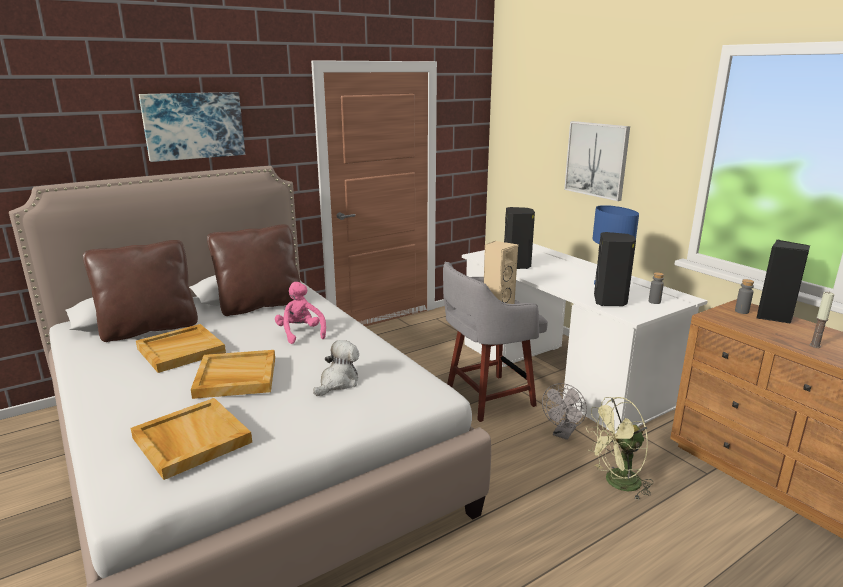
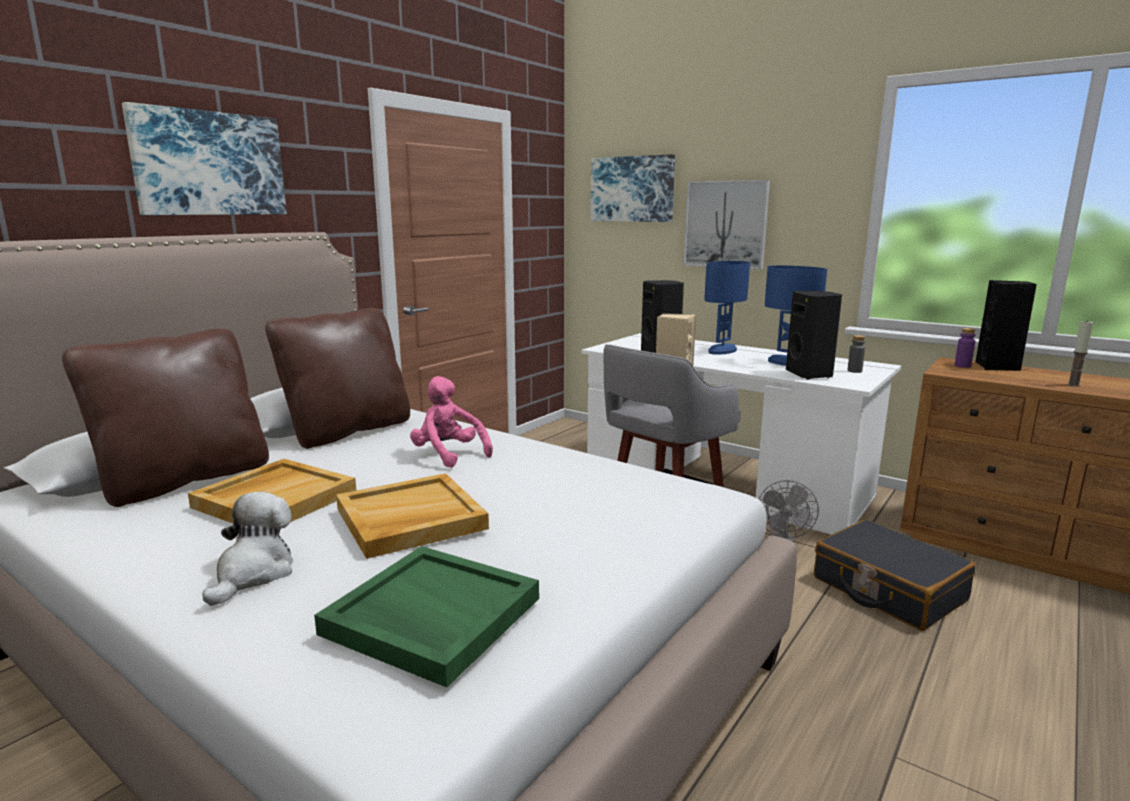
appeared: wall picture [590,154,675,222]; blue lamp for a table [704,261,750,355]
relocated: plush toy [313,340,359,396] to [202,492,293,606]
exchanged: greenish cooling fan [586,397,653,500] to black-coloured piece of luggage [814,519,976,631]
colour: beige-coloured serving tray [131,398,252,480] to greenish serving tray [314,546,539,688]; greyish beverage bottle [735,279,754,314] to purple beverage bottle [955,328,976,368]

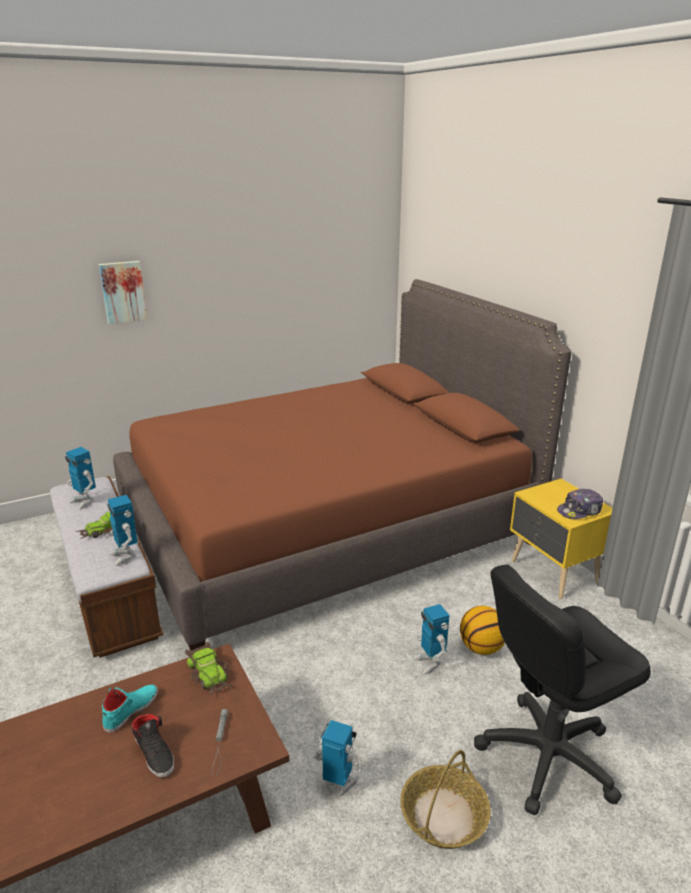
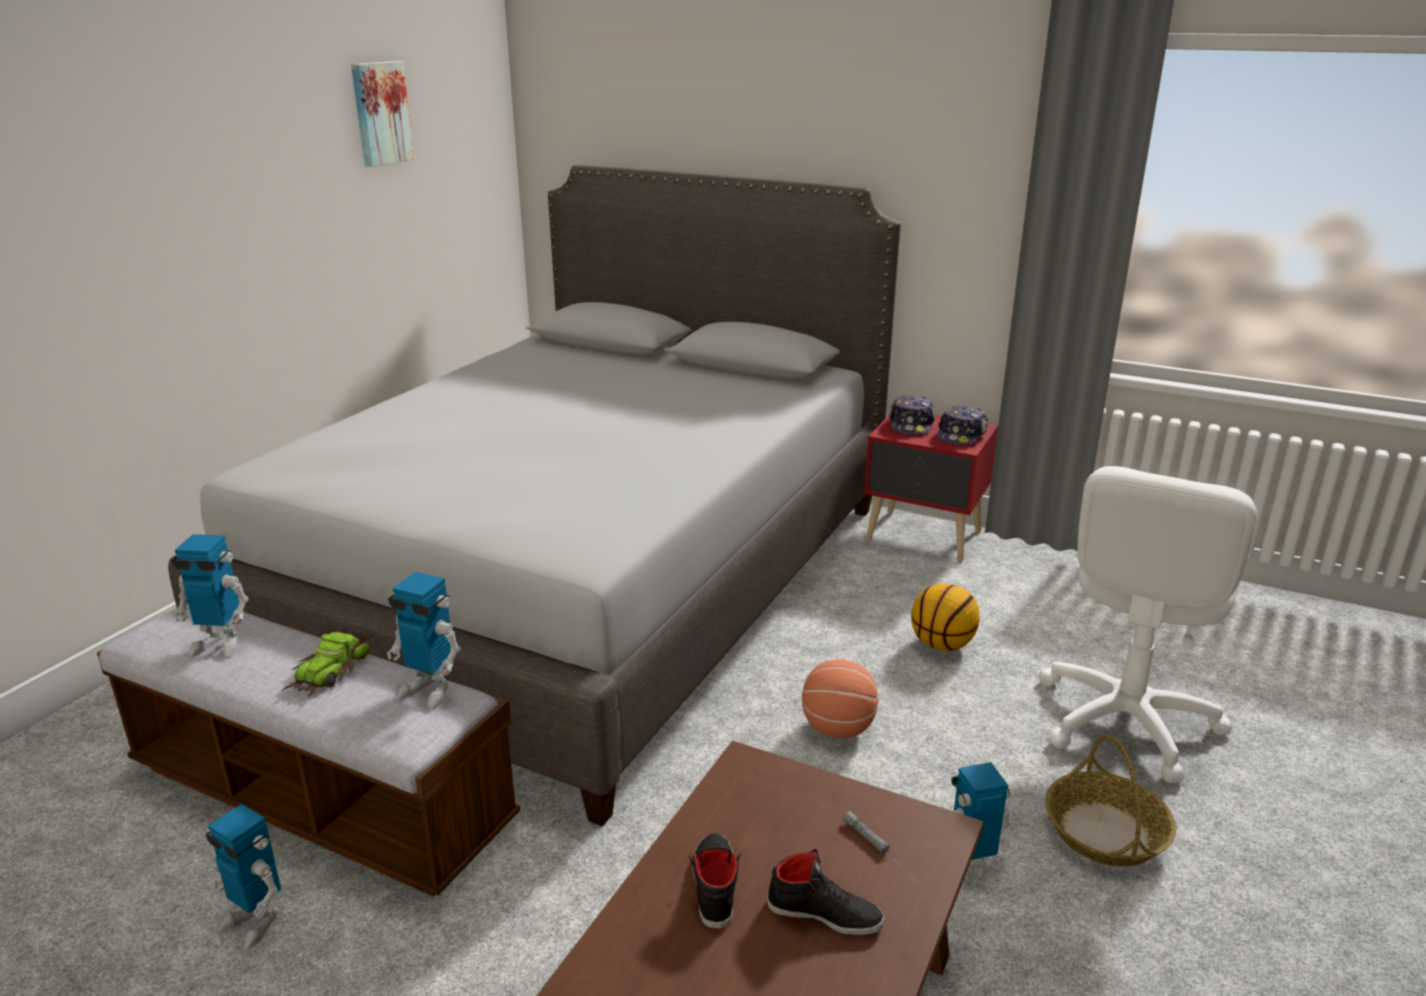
missing: miniature car [185,642,231,696]
appeared: basketball ball [802,659,878,739]; baseball cap [889,394,935,435]
relocated: wall picture [99,261,148,324] to [351,61,415,167]; toy robot [413,604,450,675] to [206,804,282,950]
colour: blue-green low shoe [102,685,158,733] to black-coloured low shoe [689,833,741,929]; brown sleeping bed [113,279,572,651] to greyish sleeping bed [168,165,901,827]; black-coloured computer chair [474,564,651,815] to white computer chair [1039,466,1257,783]; yellowish bedside table [510,479,612,599] to reddish bedside table [864,415,998,561]

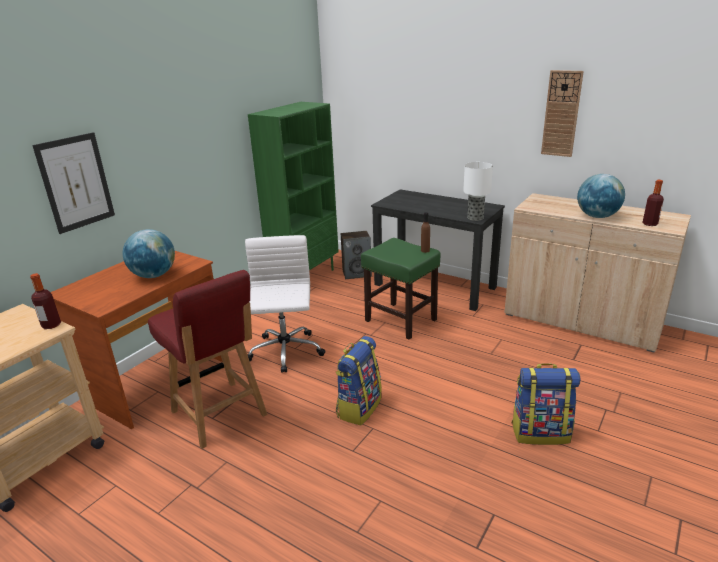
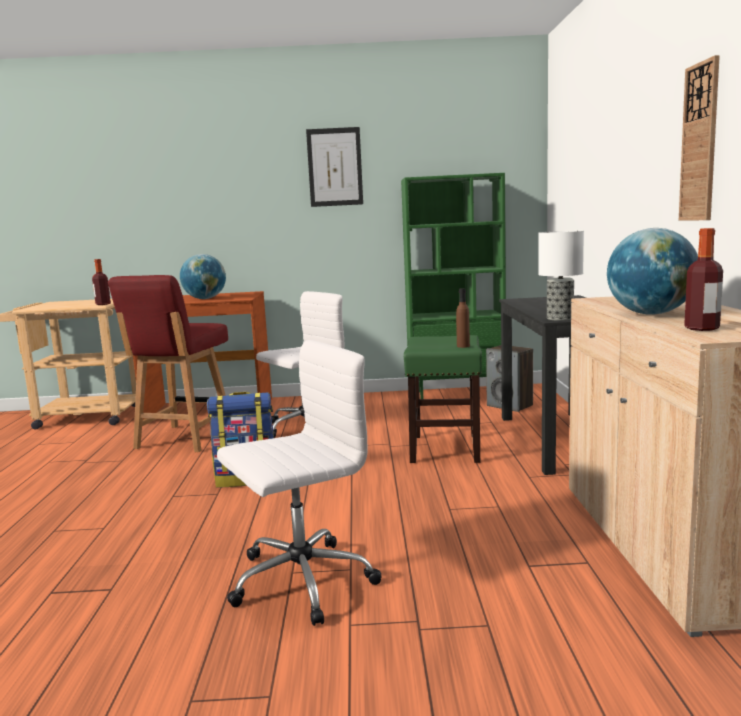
relocated: wall picture [32,132,115,234] to [306,127,363,207]
exchanged: rucksack [511,363,580,445] to white computer chair [217,340,381,626]

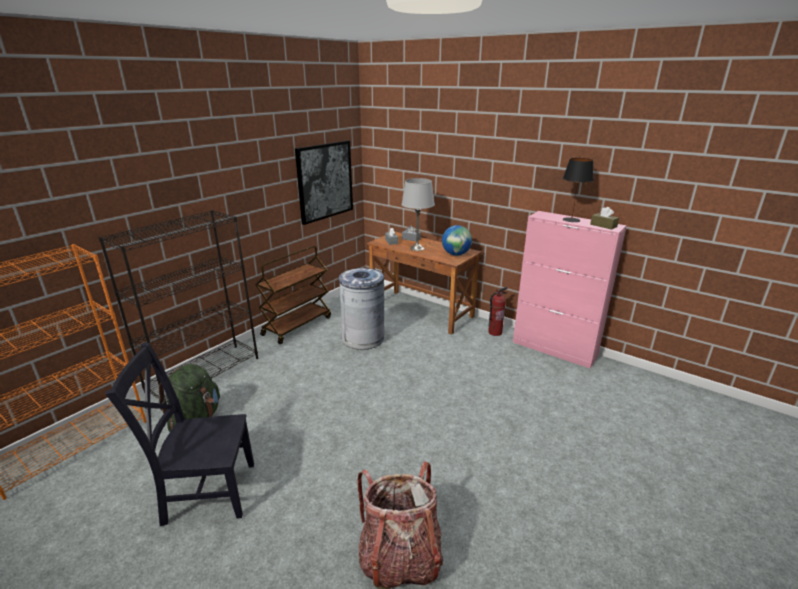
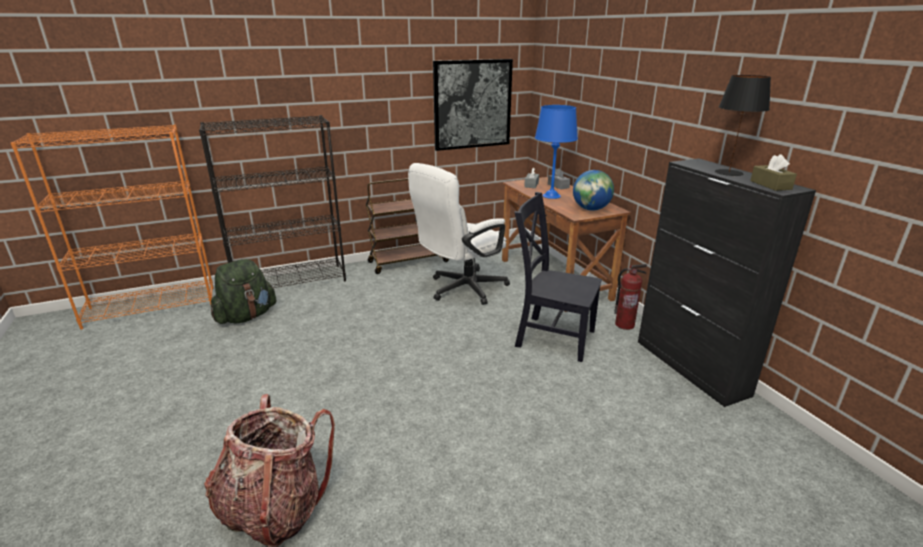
relocated: black-coloured chair [105,343,254,526] to [514,192,602,362]
exchanged: greyish rubbish bin [339,268,385,350] to white computer chair [408,163,510,305]
colour: greyish lamp for a table [401,178,435,251] to blue lamp for a table [535,105,578,199]; pinkish cupboard [513,211,627,368] to black-coloured cupboard [638,158,816,407]

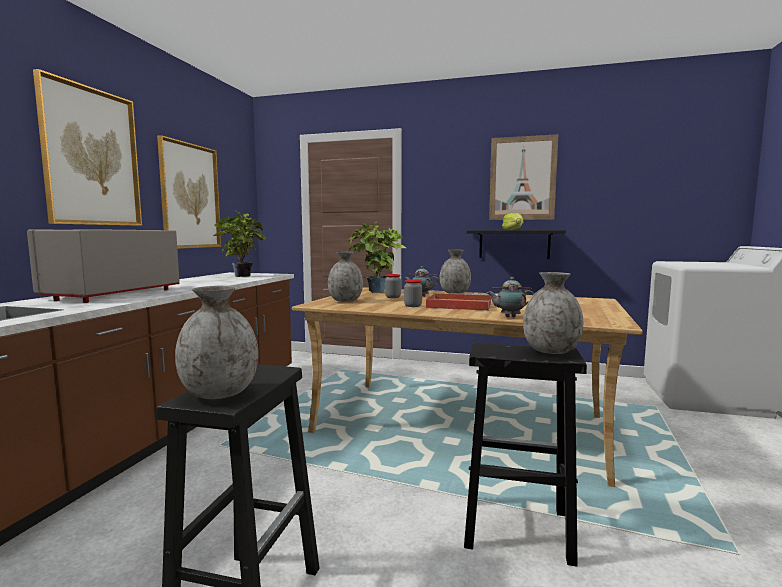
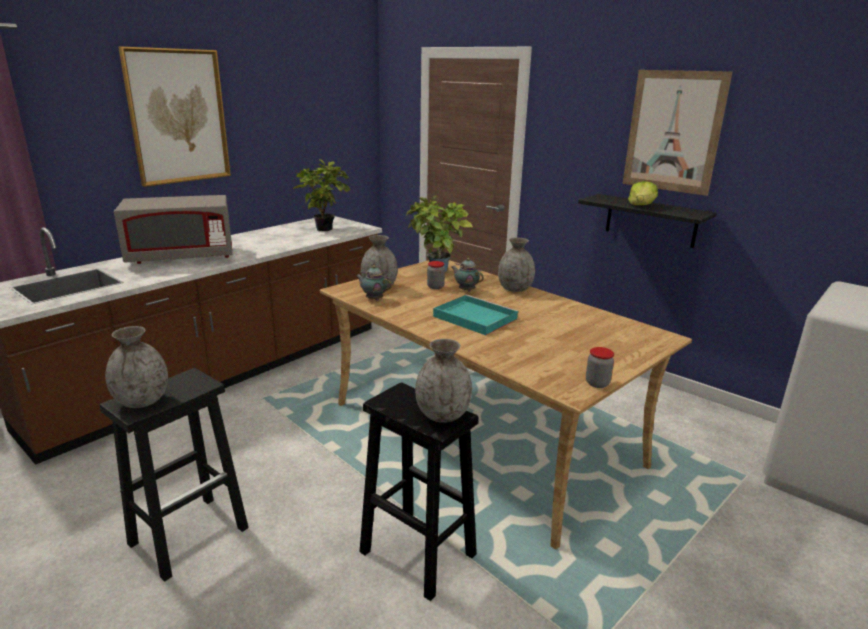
missing: wall picture [157,135,221,249]
relocated: jar [404,279,422,307] to [586,347,614,388]; teapot [487,277,534,317] to [356,265,392,300]
colour: reddish serving tray [426,293,491,311] to blue-green serving tray [433,295,519,335]
spun: greyish microwave oven [27,229,180,303] = [114,195,232,264] 150 degrees counterclockwise

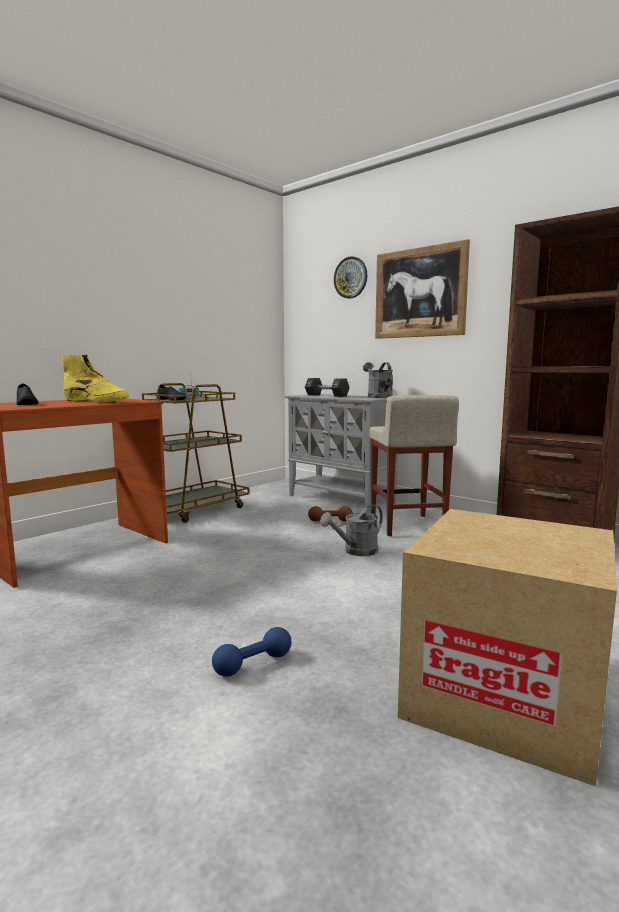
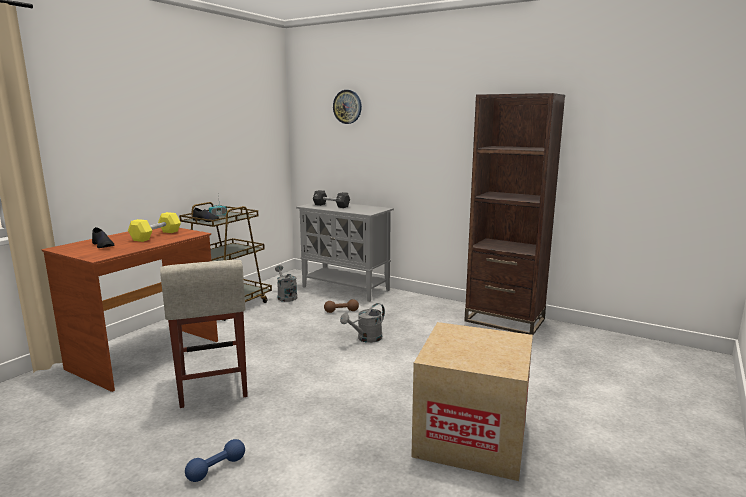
missing: wall picture [375,239,470,339]
relocated: blue hand weight [212,627,291,677] to [185,439,245,482]; greyish watering pot [363,362,393,398] to [275,265,297,302]; beige-coloured stool seat [369,395,459,536] to [160,260,248,408]
exchanged: yellowish tall boot [62,355,129,402] to yellowish hand weight [128,212,181,242]

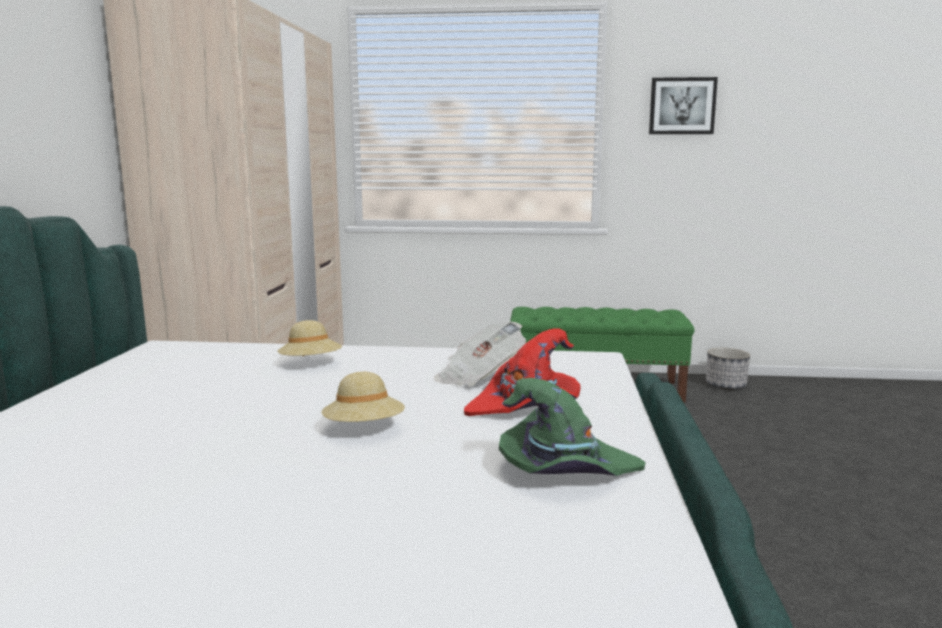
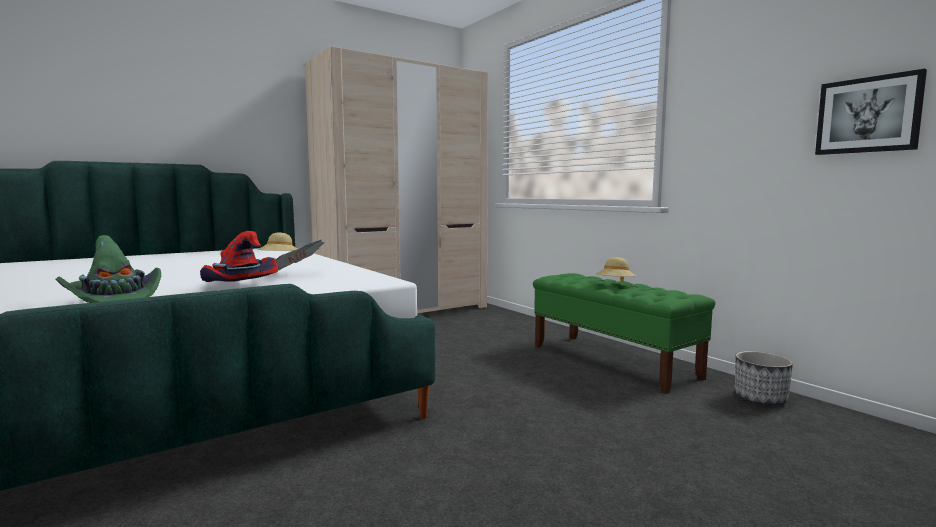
relocated: beige-coloured wearable hat [321,372,405,422] to [596,257,636,282]; wall picture [649,77,718,134] to [815,69,927,155]

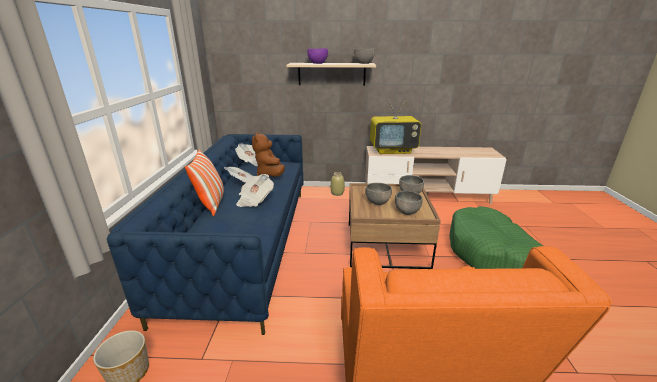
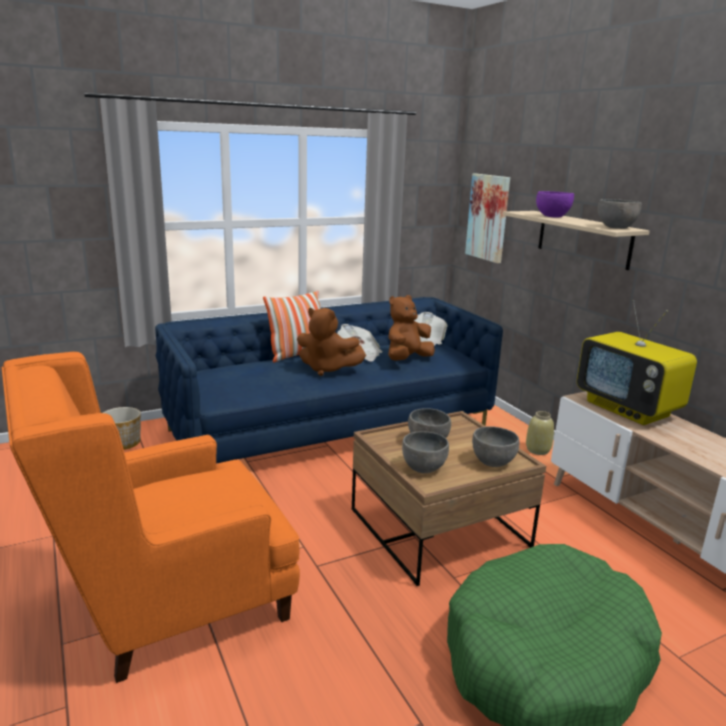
appeared: wall picture [465,173,510,263]
exchanged: newspaper [236,174,274,207] to brown plush toy [297,308,366,376]

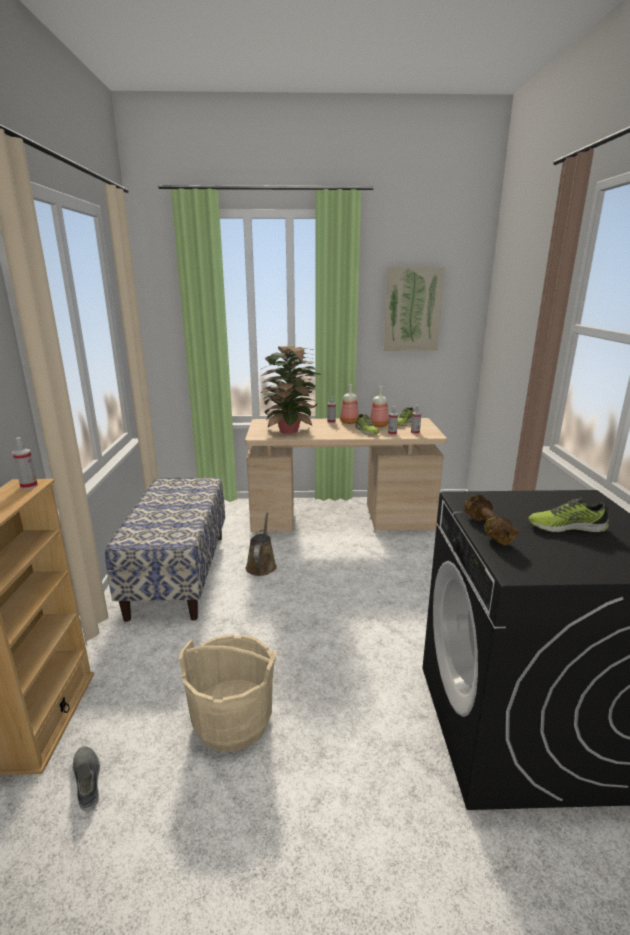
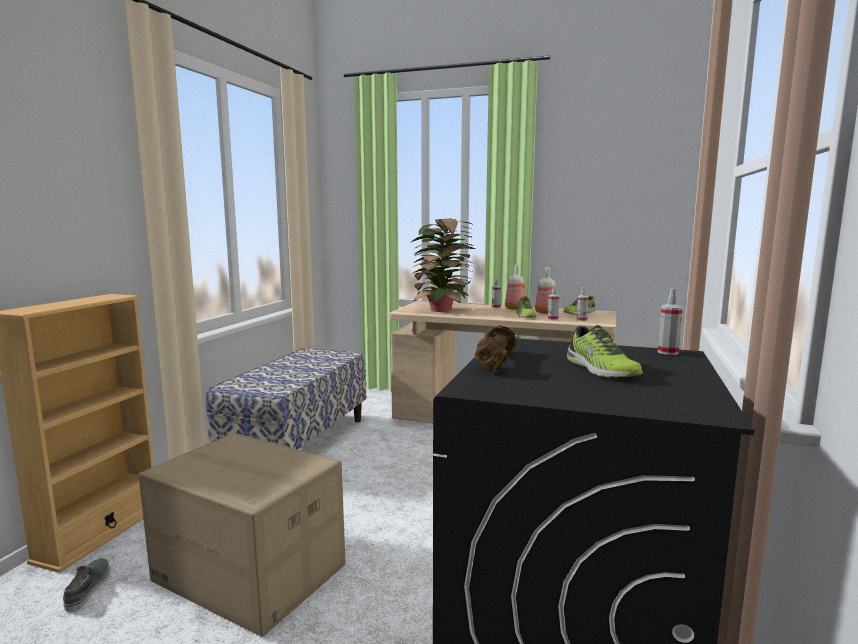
missing: brown watering pot [246,512,277,576]; wall picture [384,267,445,351]
relocated: sprayer [12,437,38,489] to [658,289,683,355]
exchanged: beige-coloured pail [179,634,277,752] to packing box [138,433,345,637]
spun: low shoe [528,498,608,532] = [567,325,643,377] 135 degrees counterclockwise

